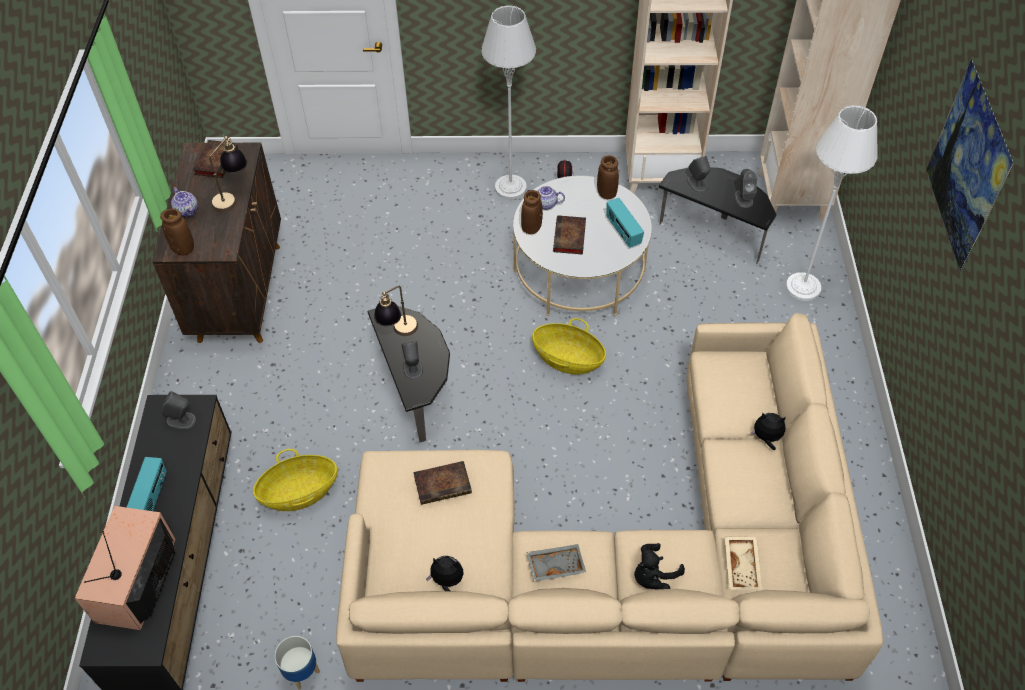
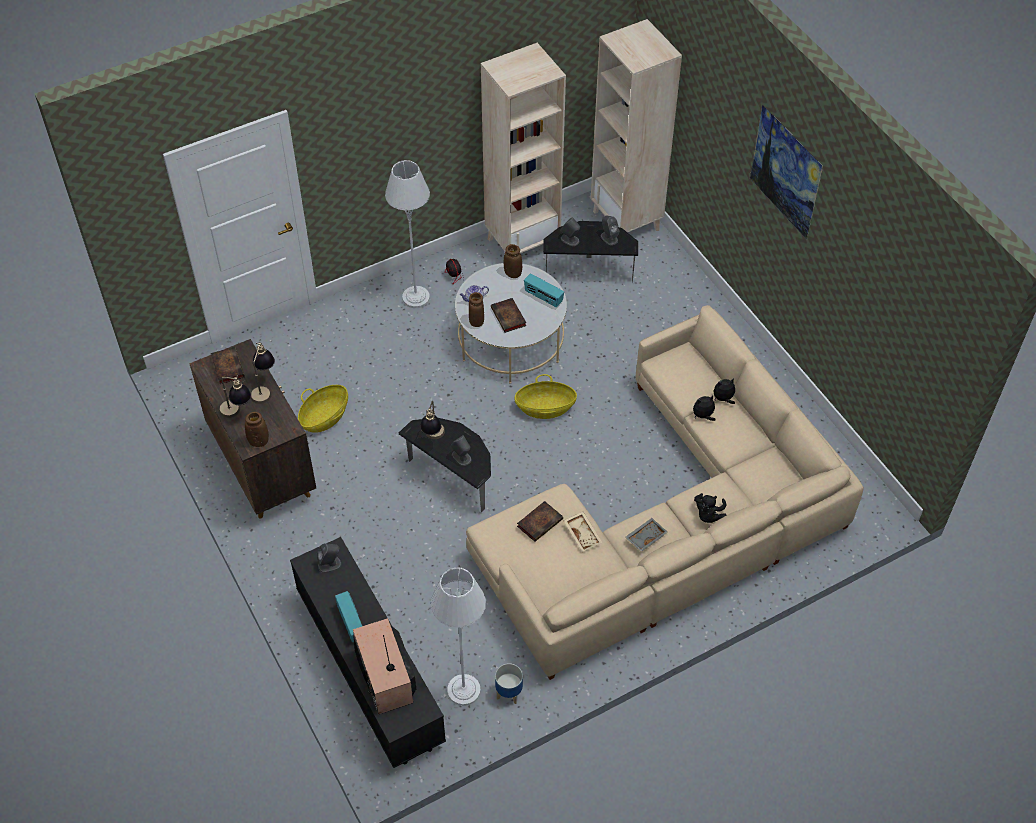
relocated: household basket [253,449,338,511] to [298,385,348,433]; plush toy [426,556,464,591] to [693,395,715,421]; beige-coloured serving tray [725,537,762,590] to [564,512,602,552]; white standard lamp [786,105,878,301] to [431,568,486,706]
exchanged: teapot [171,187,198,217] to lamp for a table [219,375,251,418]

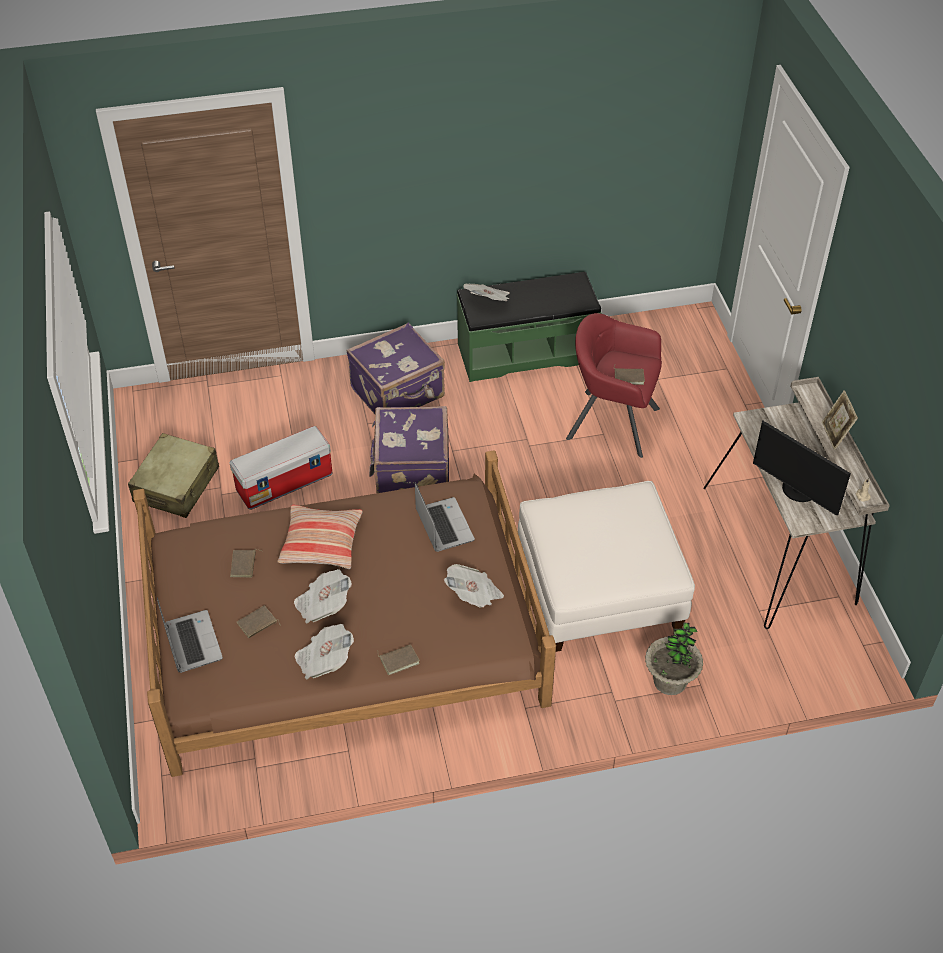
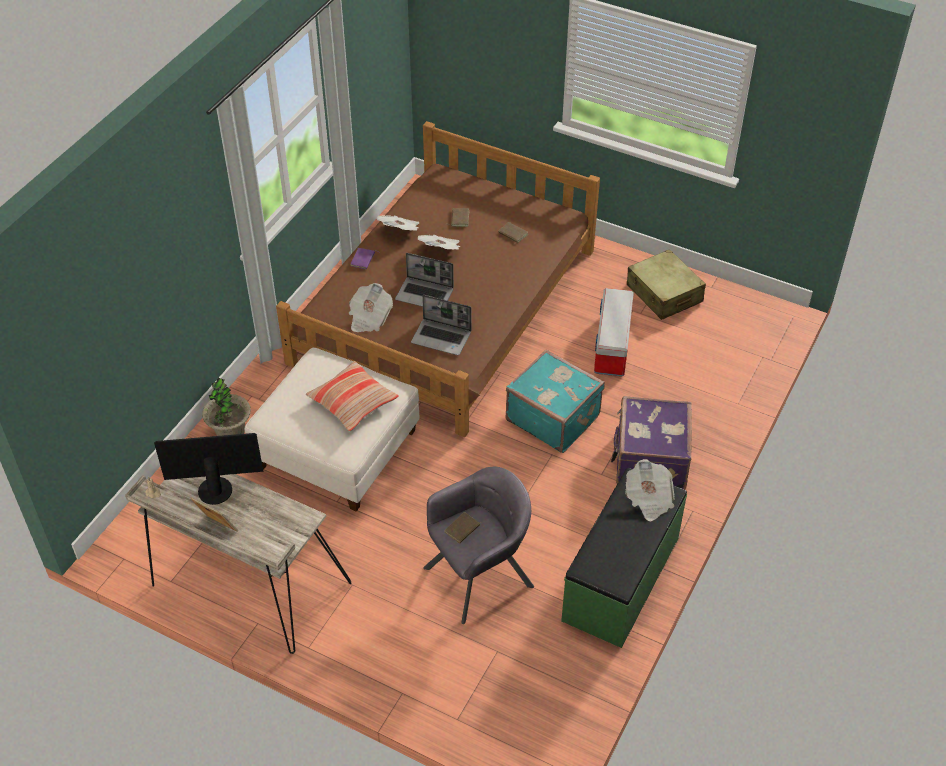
relocated: laptop [157,597,223,673] to [395,253,454,307]; throw pillow [277,505,363,569] to [306,361,399,431]
colour: purple piece of luggage [369,406,449,493] to blue-green piece of luggage [505,349,605,453]; brown book [377,644,420,675] to purple book [350,248,380,270]; reddish easy chair [566,313,662,458] to greyish easy chair [423,467,534,624]

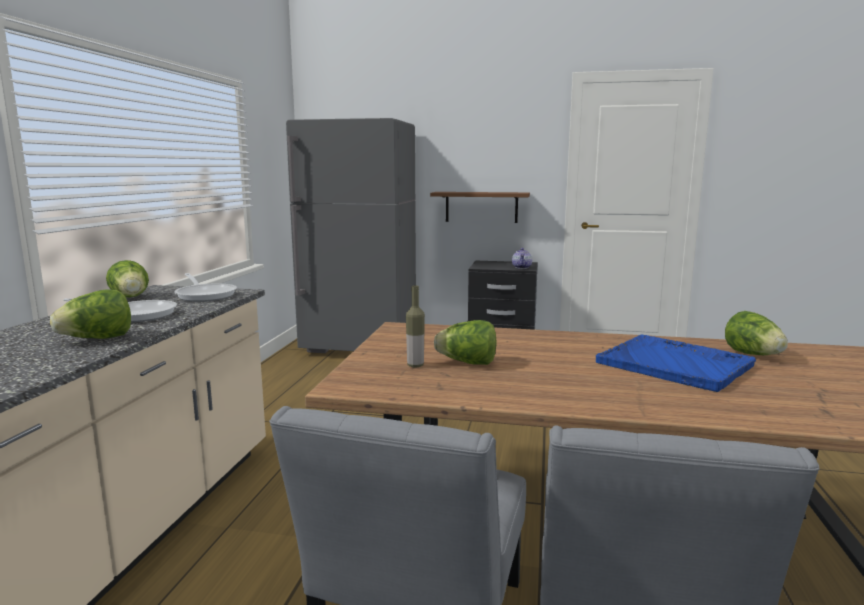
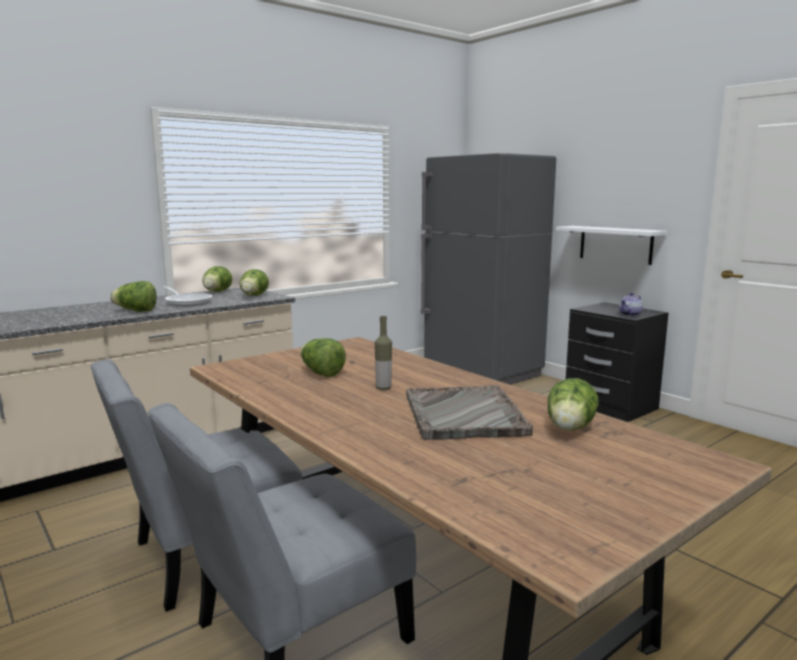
relocated: beverage bottle [406,285,425,367] to [375,316,392,390]
exchanged: frying pan [175,273,237,302] to head of lettuce [239,269,269,296]
colour: brown bracket shelf [430,192,530,223] to white bracket shelf [556,226,667,265]; blue serving tray [596,335,756,392] to greyish serving tray [406,385,533,440]

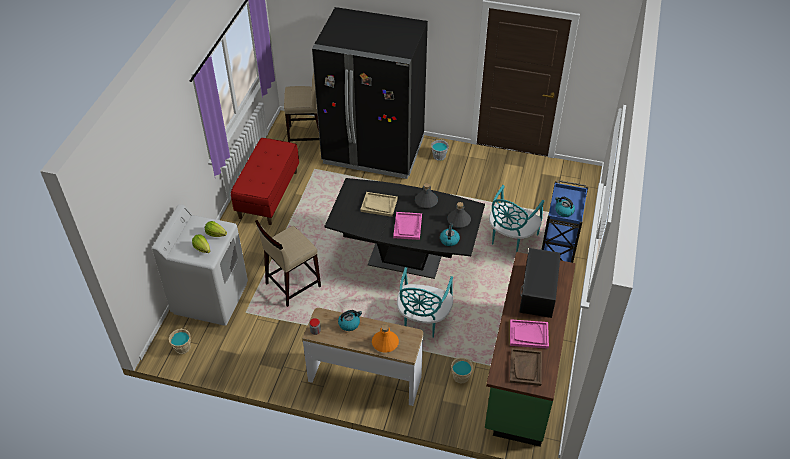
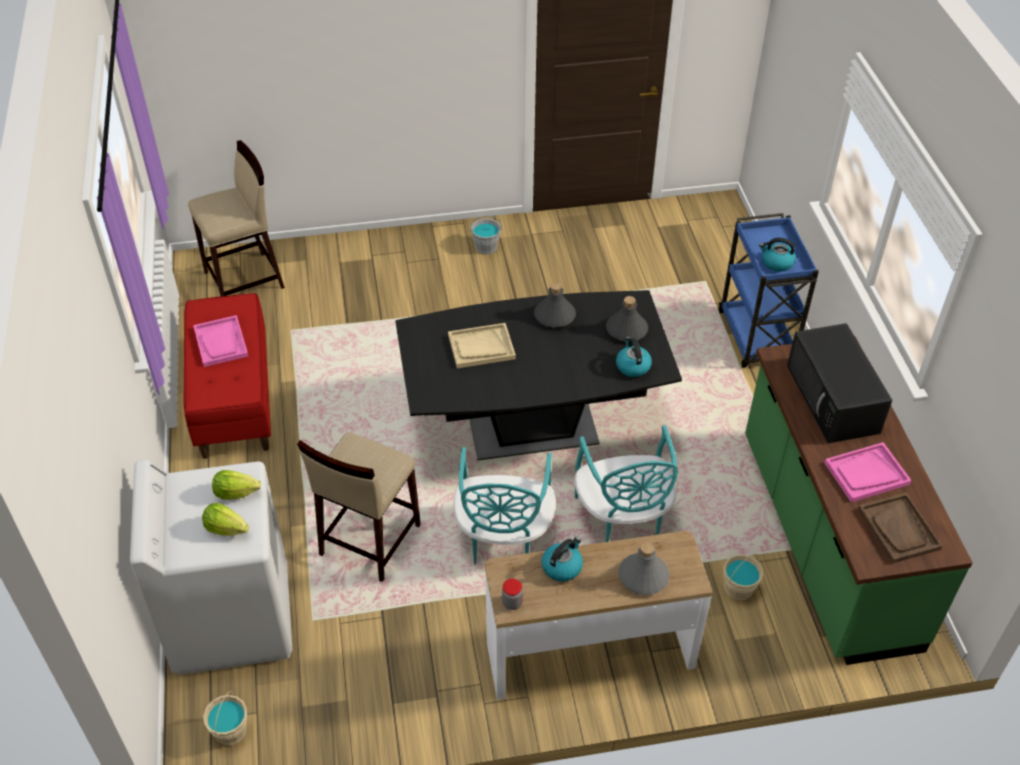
missing: black-coloured kitchen fridge [312,7,428,179]
relocated: pinkish serving tray [393,212,422,240] to [193,315,248,367]; blue-green chair [489,185,544,252] to [453,447,556,565]
colour: orange beverage bottle [372,324,399,353] to greyish beverage bottle [618,542,669,595]

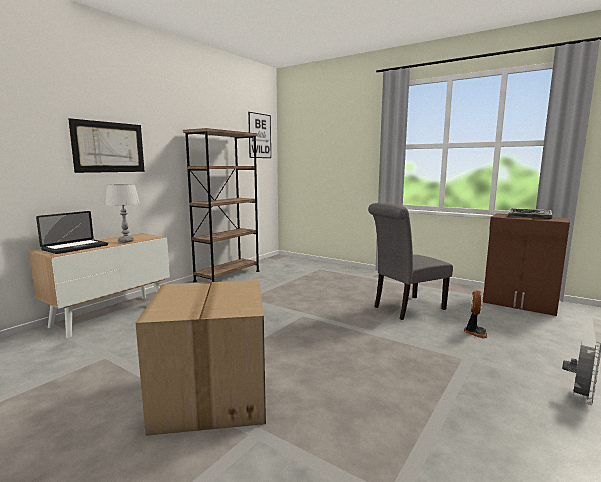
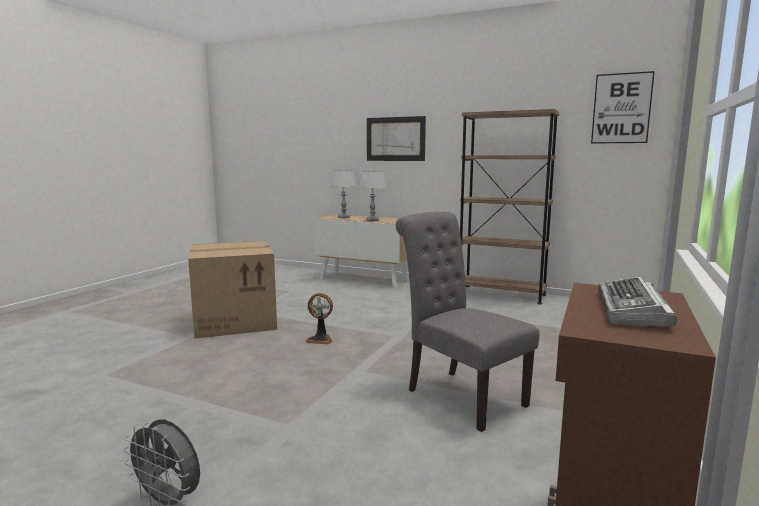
relocated: cooling fan [464,291,487,339] to [305,293,333,344]
exchanged: laptop [36,211,108,254] to greyish lamp for a table [331,170,356,218]

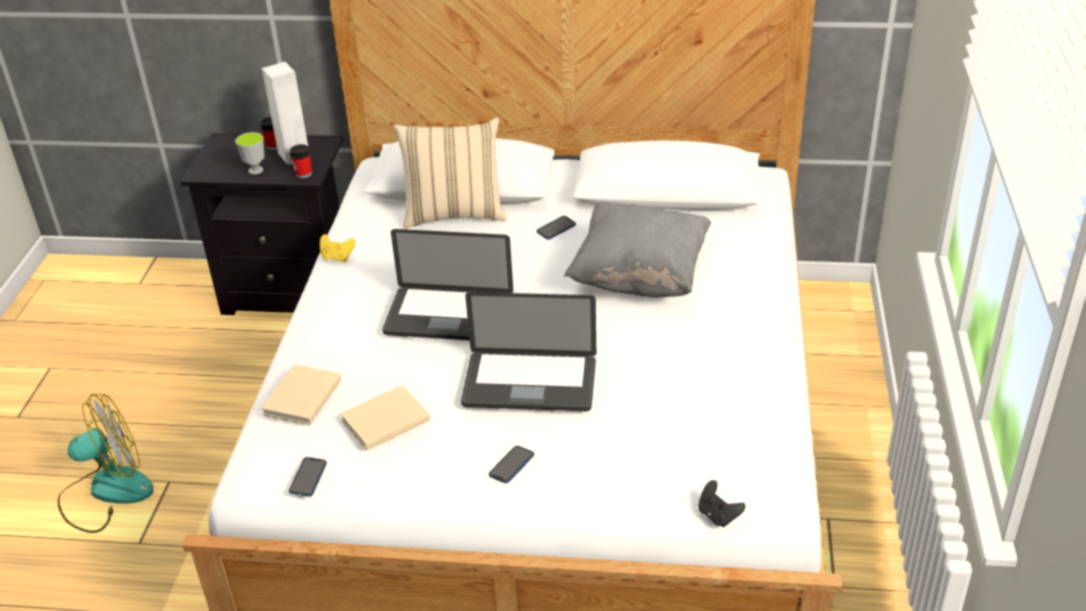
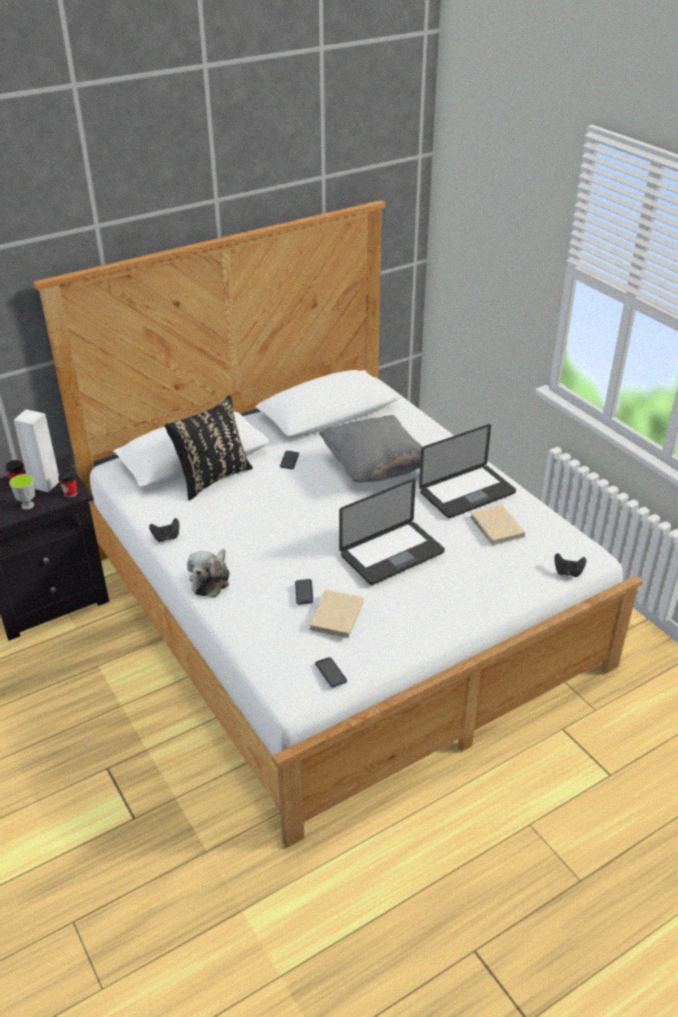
missing: cooling fan [58,394,153,533]
appeared: plush toy [187,549,229,597]
relocated: beige-coloured book [261,364,341,425] to [471,505,525,545]; laptop [382,229,513,340] to [419,424,516,518]; phone [489,446,534,483] to [295,579,313,605]
colour: yellowish joypad [320,234,356,262] to black-coloured joypad [149,518,179,542]; beige-coloured throw pillow [394,117,507,229] to black-coloured throw pillow [164,395,253,500]

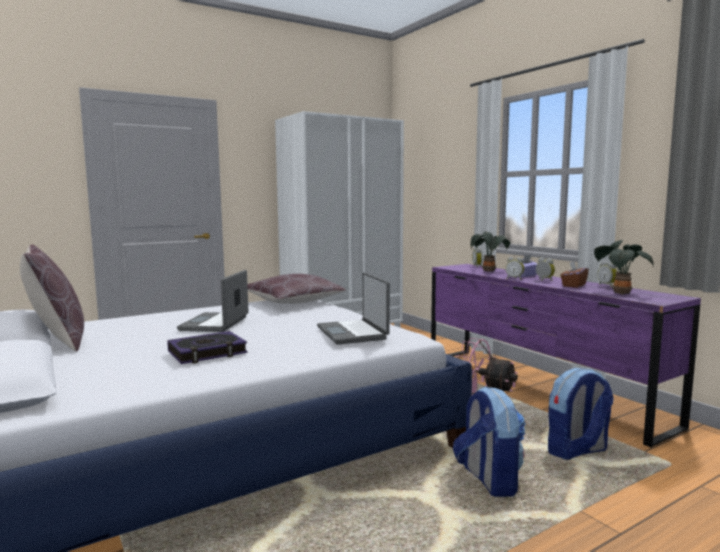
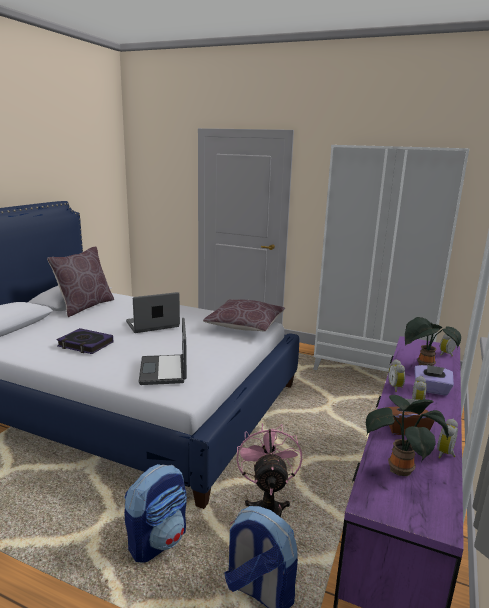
spun: laptop [317,273,390,345] = [139,318,187,385] 45 degrees counterclockwise

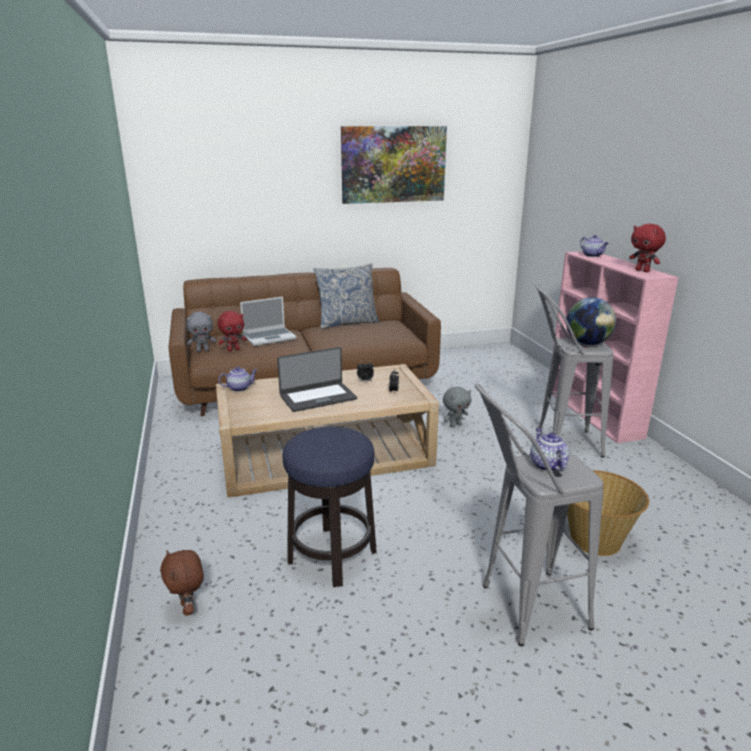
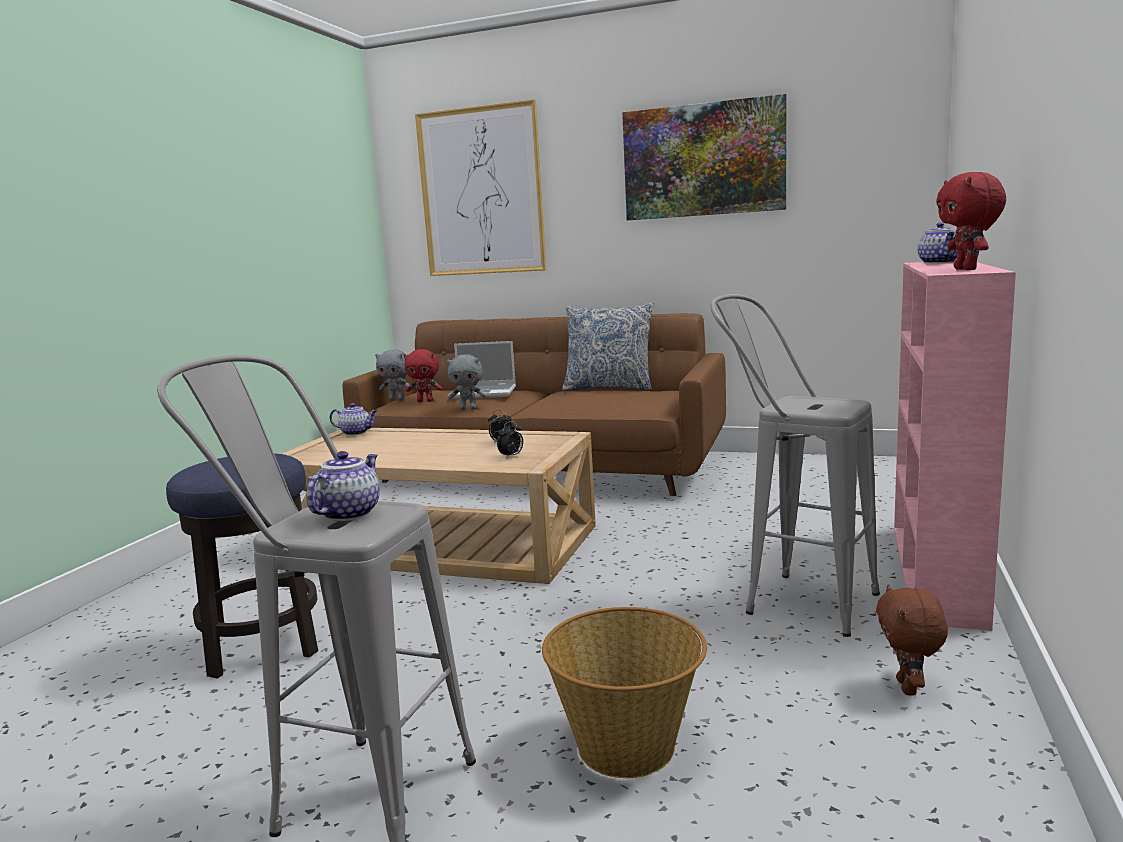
missing: laptop [277,347,357,412]; desk globe [566,297,616,345]
appeared: wall picture [415,99,546,276]
relocated: brown plush toy [160,550,204,616] to [876,584,948,696]; greyish plush toy [443,387,471,427] to [447,354,487,410]

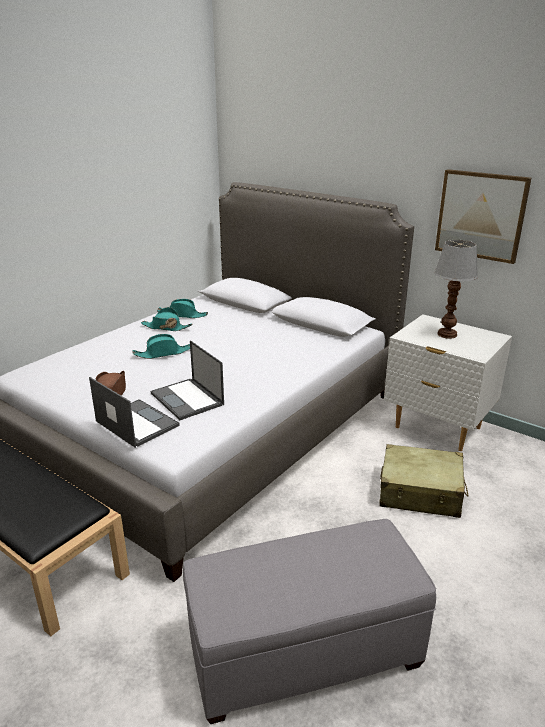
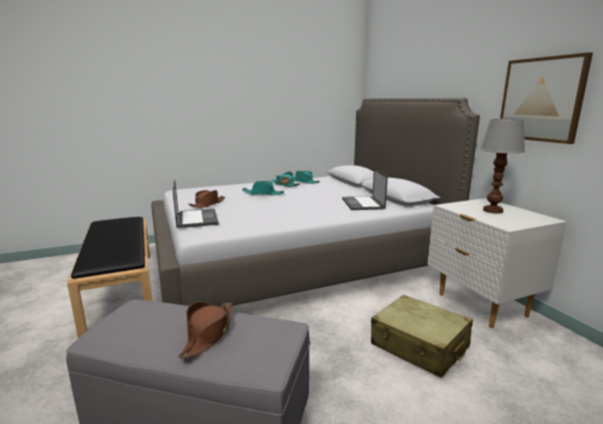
appeared: brown wearable hat [178,302,233,359]
relocated: laptop [151,340,224,420] to [342,169,388,210]

